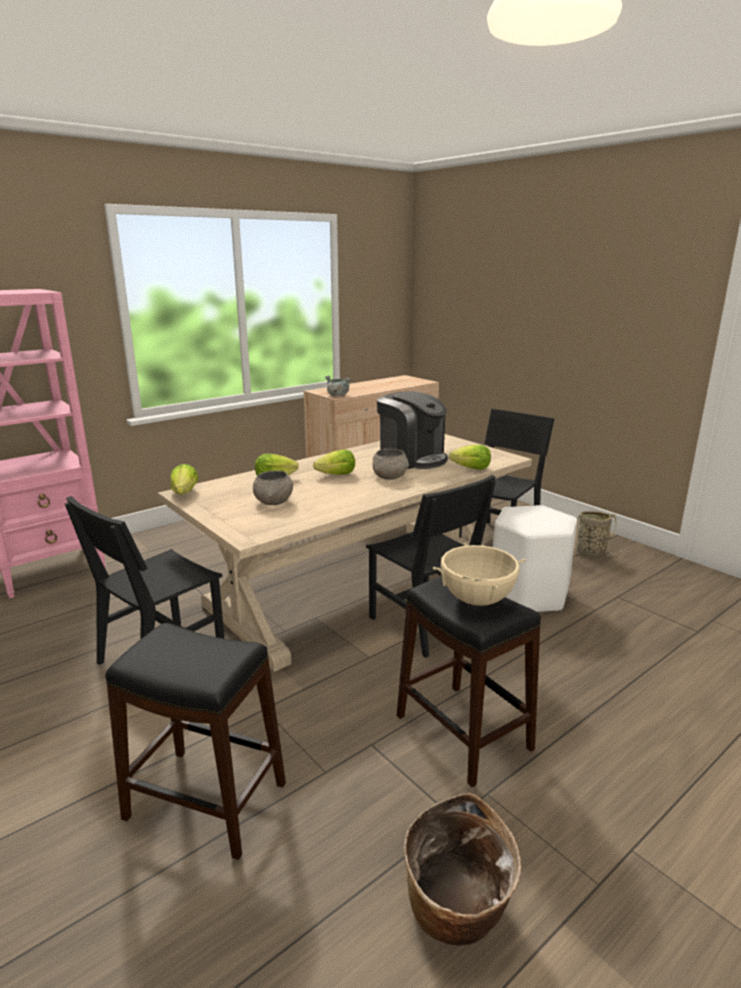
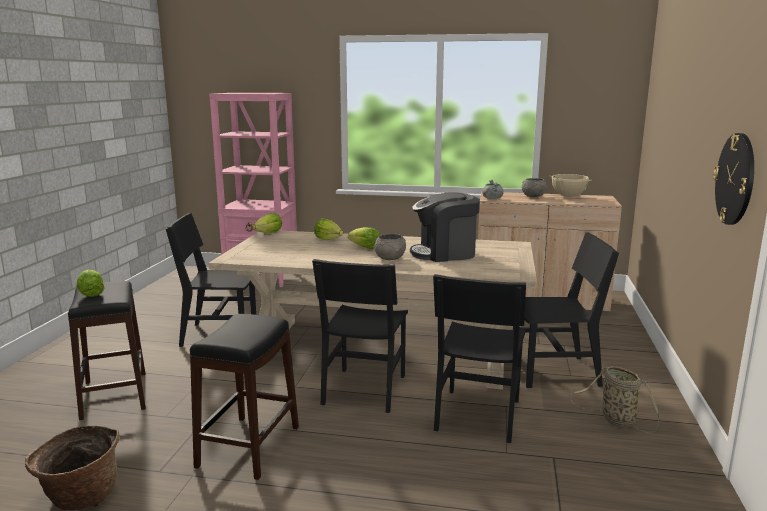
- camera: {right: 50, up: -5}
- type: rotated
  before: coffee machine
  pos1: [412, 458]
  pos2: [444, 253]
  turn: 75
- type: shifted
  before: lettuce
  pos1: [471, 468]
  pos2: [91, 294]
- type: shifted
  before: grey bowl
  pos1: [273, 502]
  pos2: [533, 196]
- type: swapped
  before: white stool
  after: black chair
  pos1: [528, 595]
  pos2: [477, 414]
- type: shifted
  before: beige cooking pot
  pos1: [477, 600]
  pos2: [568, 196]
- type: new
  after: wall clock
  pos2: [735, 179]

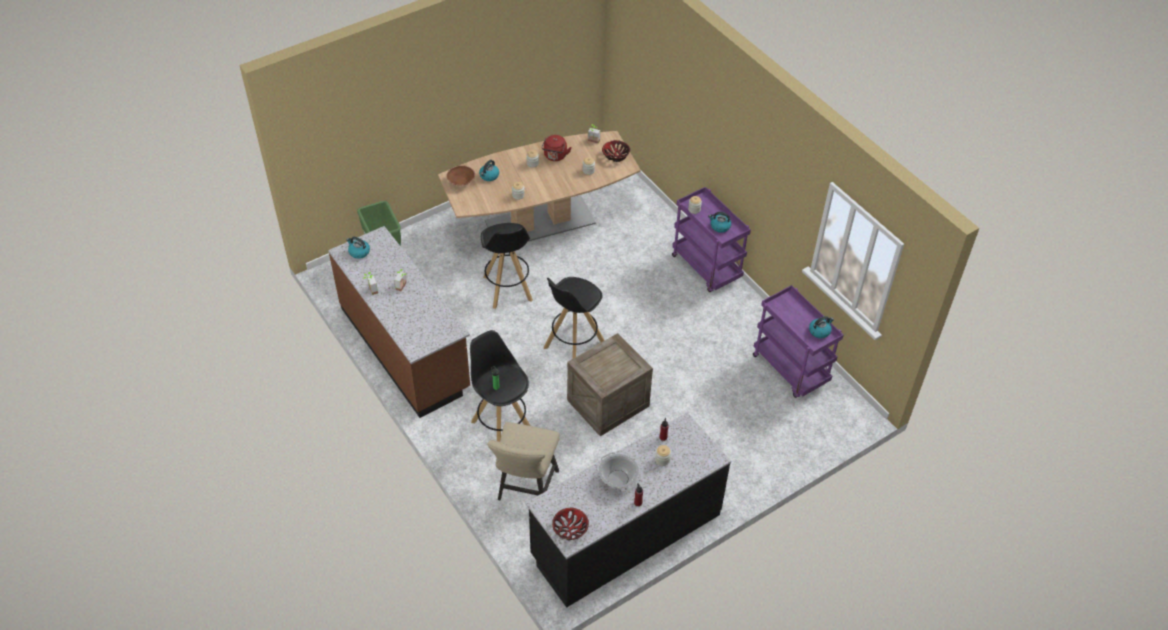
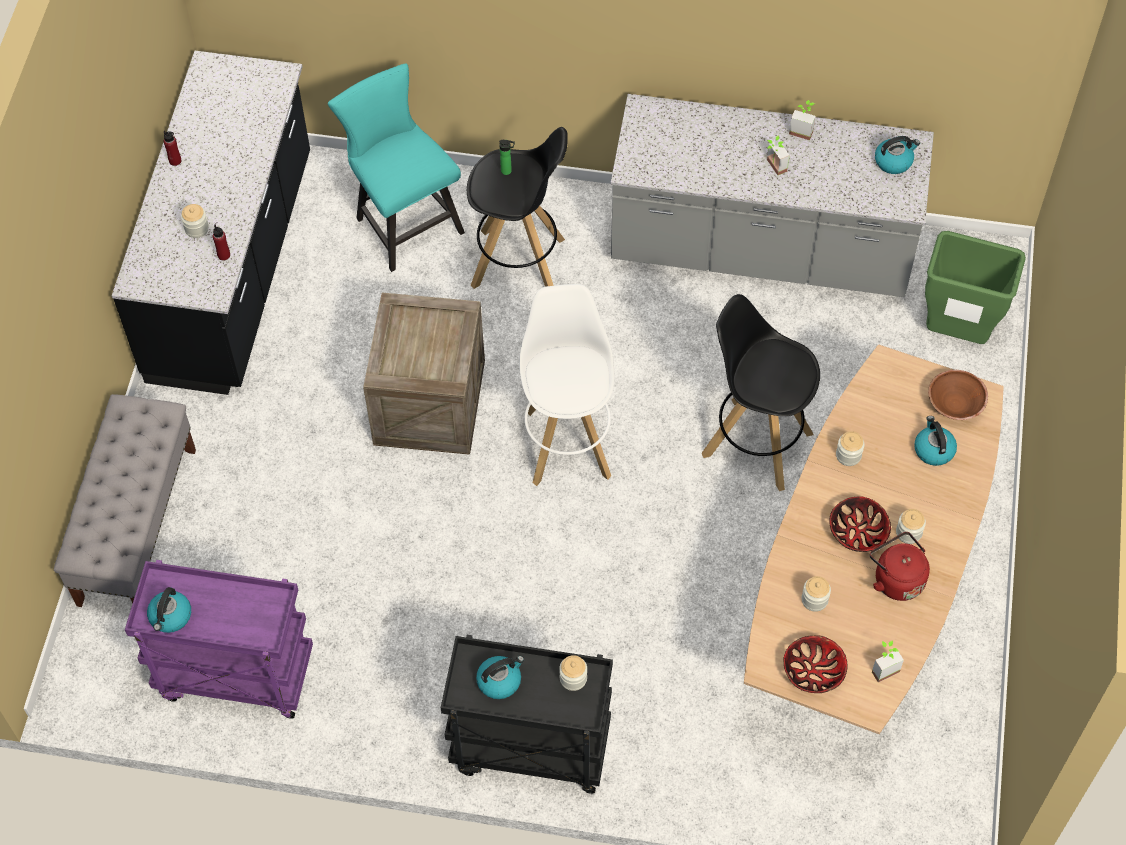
- camera: {right: 135, up: 10}
- type: repainted
  before: purple cart
  after: black cart
  pos1: [707, 268]
  pos2: [529, 749]
- type: repainted
  before: brown counter
  after: grey counter
  pos1: [405, 348]
  pos2: [761, 251]
- type: repainted
  before: black stool
  after: white stool
  pos1: [573, 345]
  pos2: [568, 442]
- type: repainted
  before: beige chair
  after: turquoise chair
  pos1: [526, 489]
  pos2: [404, 221]
- type: gone
  before: cooking pot
  pos1: [618, 479]
- type: shifted
  before: bowl
  pos1: [570, 529]
  pos2: [858, 532]
- type: new
  after: grey bench
  pos2: [137, 525]

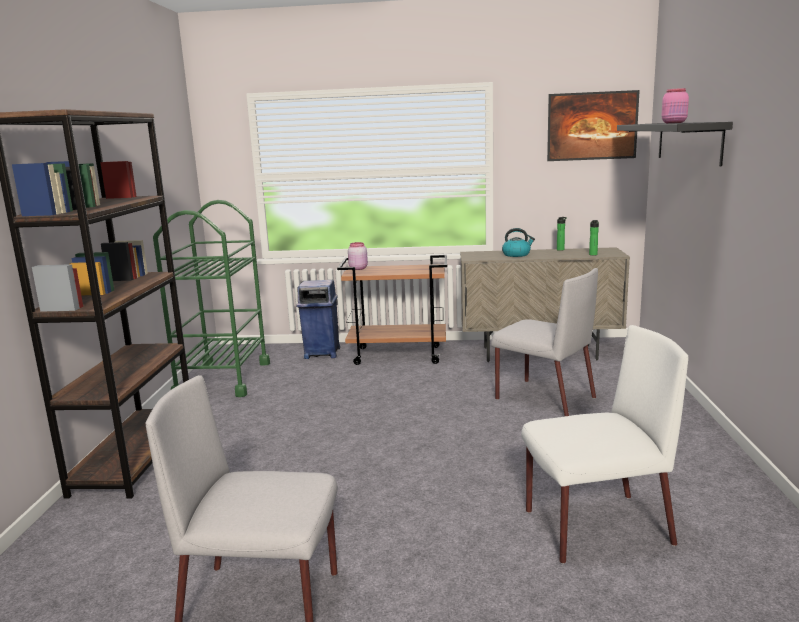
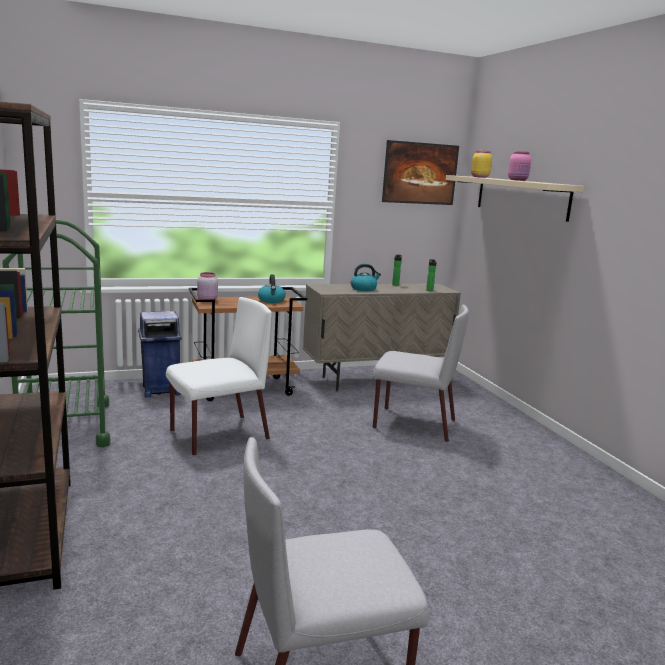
- camera: {right: -25, up: 0}
- type: repainted
  before: black shelf
  after: beige shelf
  pos1: [688, 142]
  pos2: [521, 197]
- type: shifted
  before: white chair
  pos1: [595, 528]
  pos2: [218, 435]
- type: new
  after: yellow jar
  pos2: [479, 177]
- type: new
  after: kettle
  pos2: [271, 300]

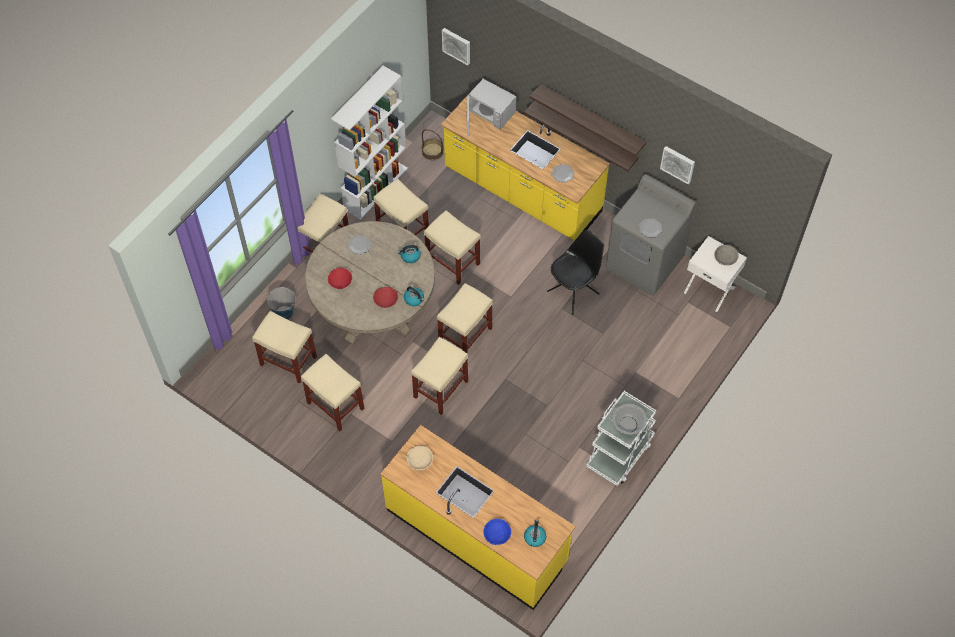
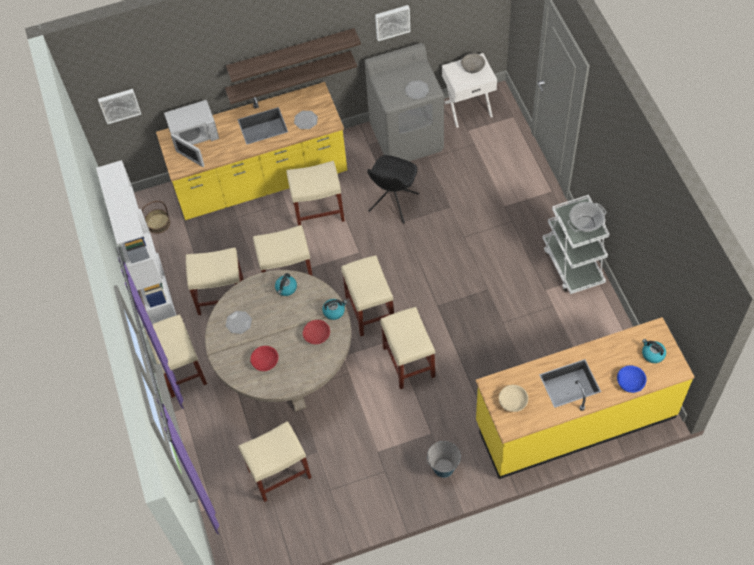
- camera: {right: -50, up: 0}
- type: rotated
  before: black chair
  pos1: [574, 292]
  pos2: [393, 203]
  turn: -150
- type: shifted
  before: bucket
  pos1: [284, 312]
  pos2: [443, 468]
- type: shifted
  before: beige stool
  pos1: [335, 405]
  pos2: [318, 212]

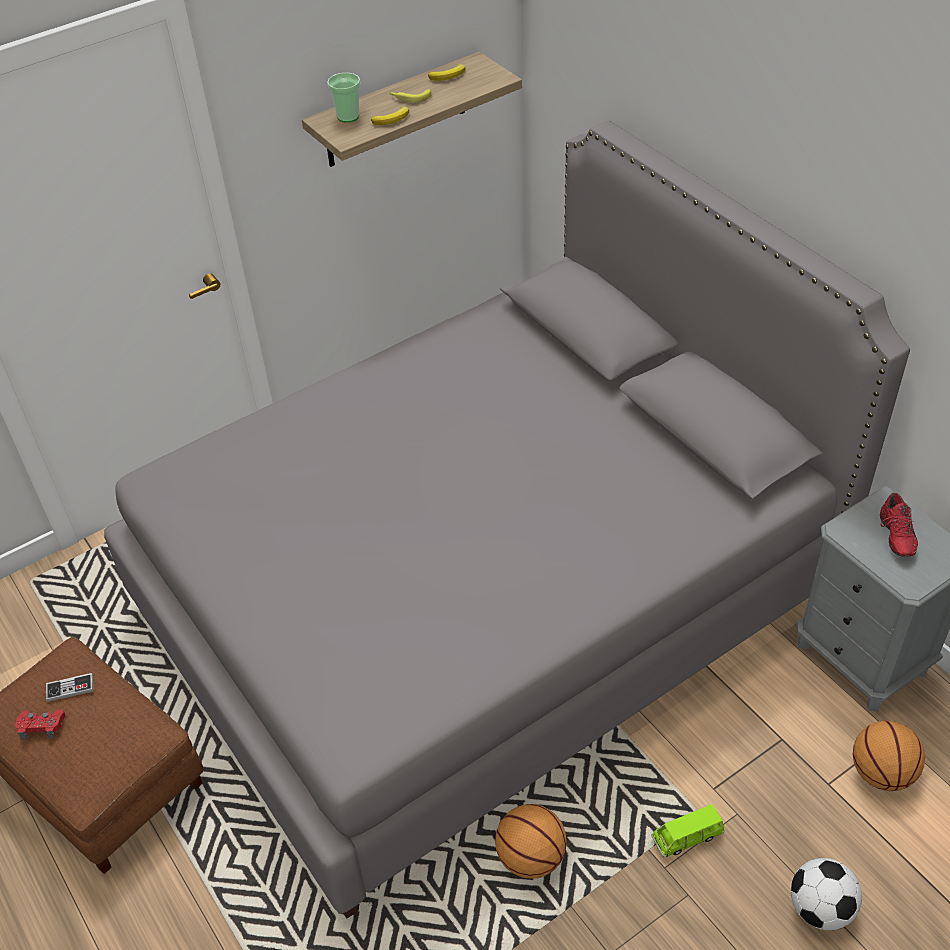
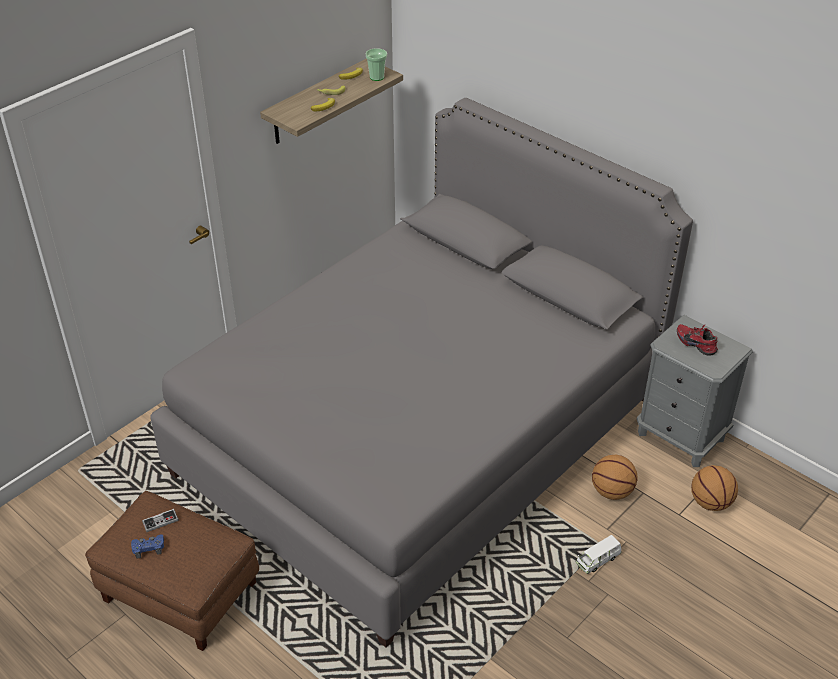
- camera: {right: -15, up: -5}
- type: shifted
  before: cup
  pos1: [348, 116]
  pos2: [377, 77]
- type: rotated
  before: red shoe
  pos1: [893, 536]
  pos2: [696, 343]
  turn: 150
- type: repainted
  before: red game controller
  after: blue game controller
  pos1: [42, 726]
  pos2: [148, 548]
- type: shifted
  before: basketball
  pos1: [530, 857]
  pos2: [611, 492]
- type: repainted
  before: green toy car
  after: white toy car
  pos1: [687, 837]
  pos2: [598, 560]
- type: gone
  before: football
  pos1: [820, 908]

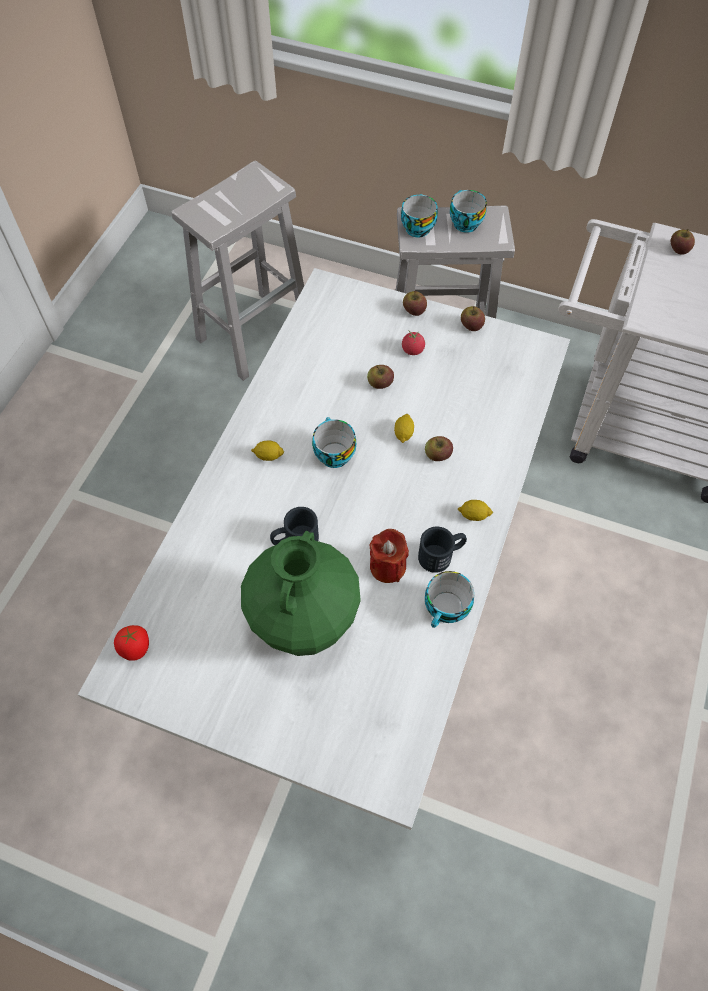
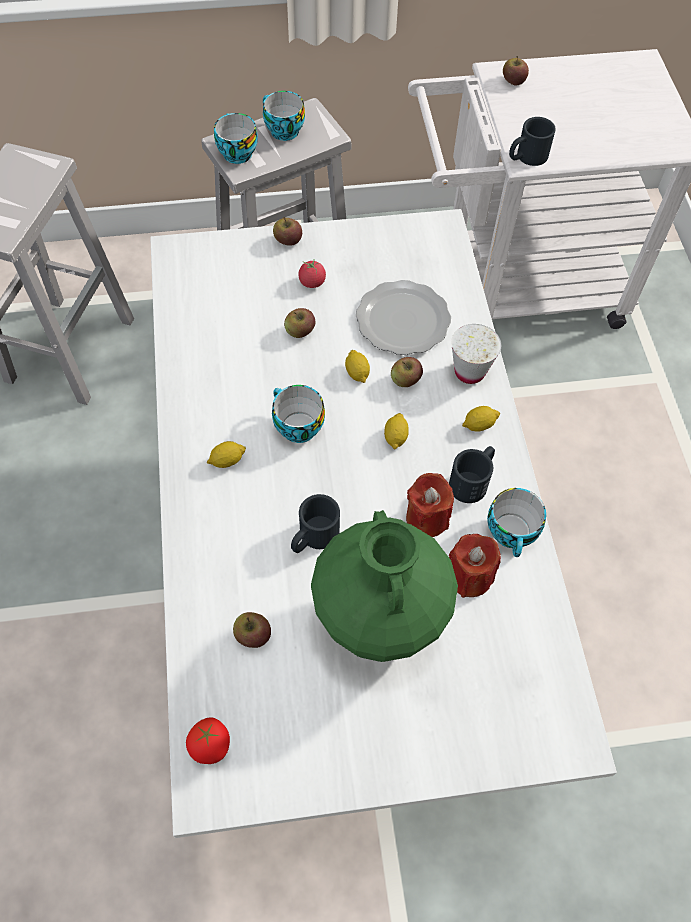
- camera: {right: -30, up: 0}
- type: shifted
  before: apple
  pos1: [471, 326]
  pos2: [253, 635]
- type: new
  after: black mug
  pos2: [526, 157]
- type: new
  after: plate
  pos2: [404, 320]
- type: new
  after: white cup
  pos2: [469, 372]
- type: new
  after: lemon
  pos2: [395, 437]
- type: new
  after: red candle
  pos2: [469, 576]

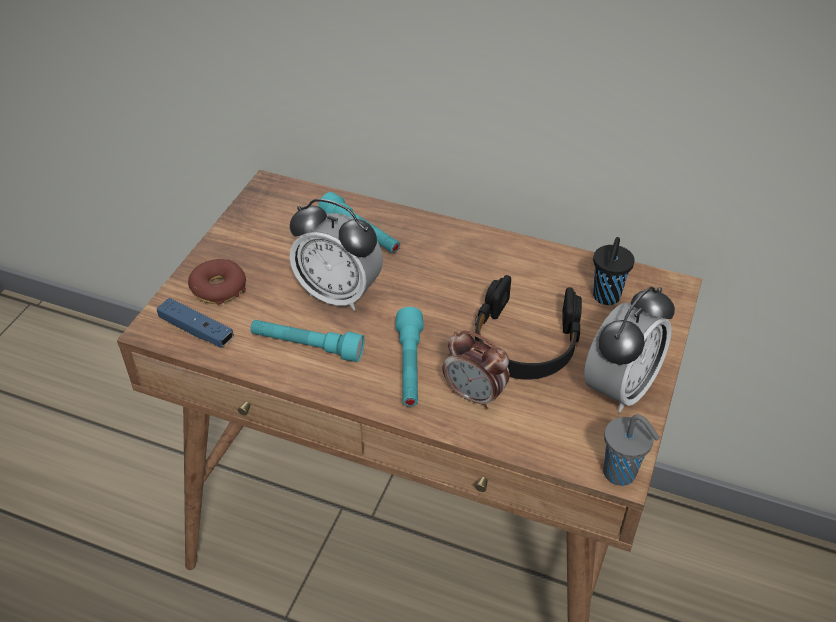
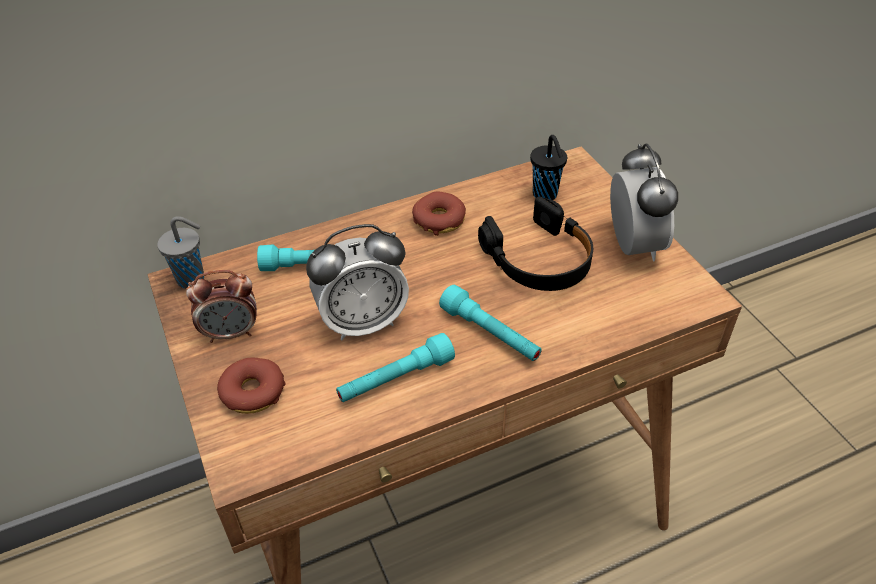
- camera: {right: -45, up: 0}
- type: gone
  before: blue game controller
  pos1: [196, 330]
- type: shifted
  before: alarm clock
  pos1: [474, 395]
  pos2: [231, 333]
- type: shifted
  before: grey cup
  pos1: [621, 474]
  pos2: [192, 279]
- type: new
  after: donut
  pos2: [439, 220]

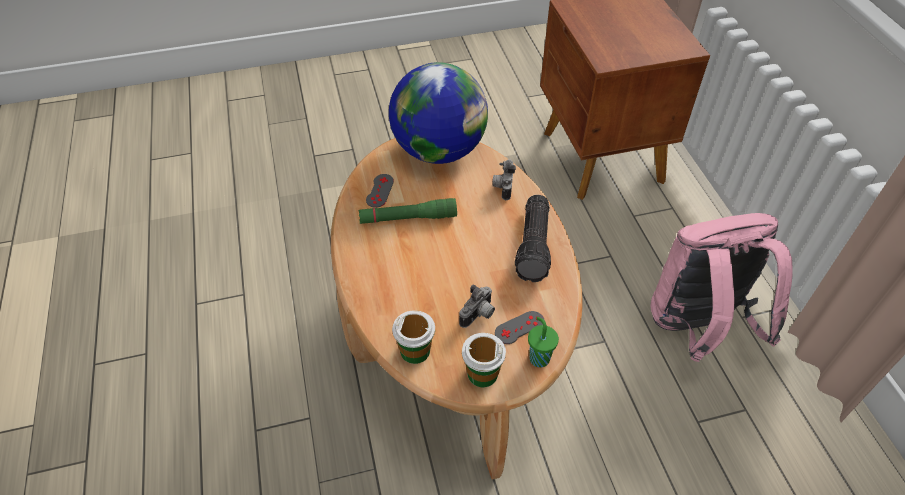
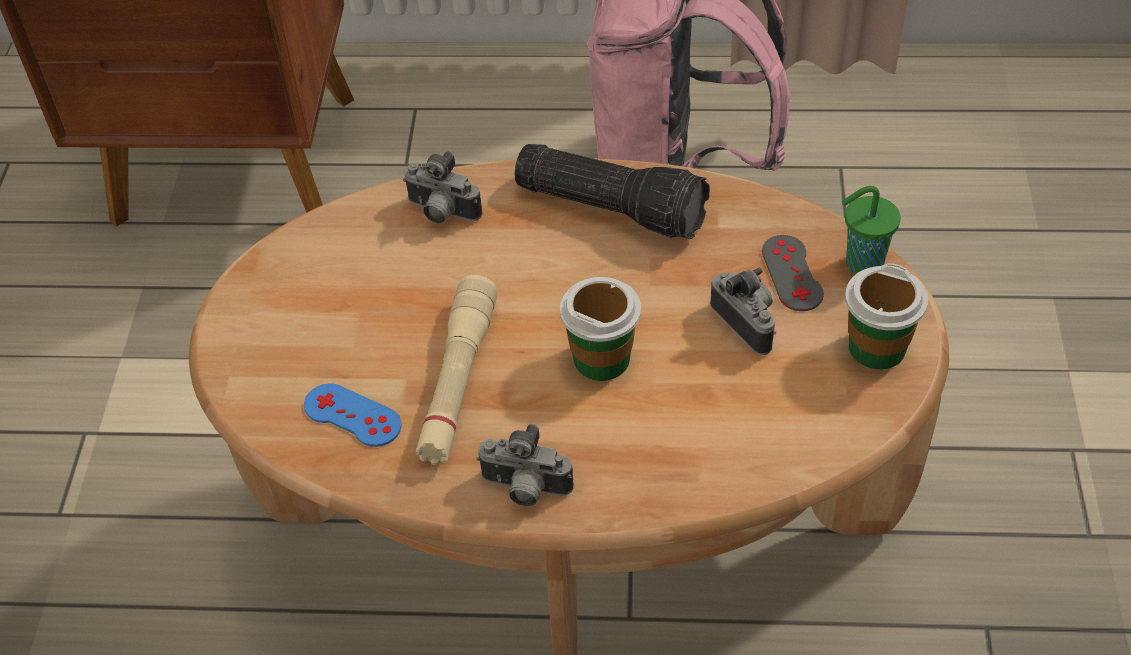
- camera: {right: -70, up: 0}
- type: gone
  before: globe
  pos1: [439, 150]
- type: repainted
  before: grey game controller
  after: blue game controller
  pos1: [380, 191]
  pos2: [352, 415]
- type: repainted
  before: green flashlight
  after: beige flashlight
  pos1: [408, 218]
  pos2: [457, 381]
- type: shifted
  before: cup
  pos1: [415, 351]
  pos2: [602, 358]
- type: new
  after: photo camera
  pos2: [524, 490]

